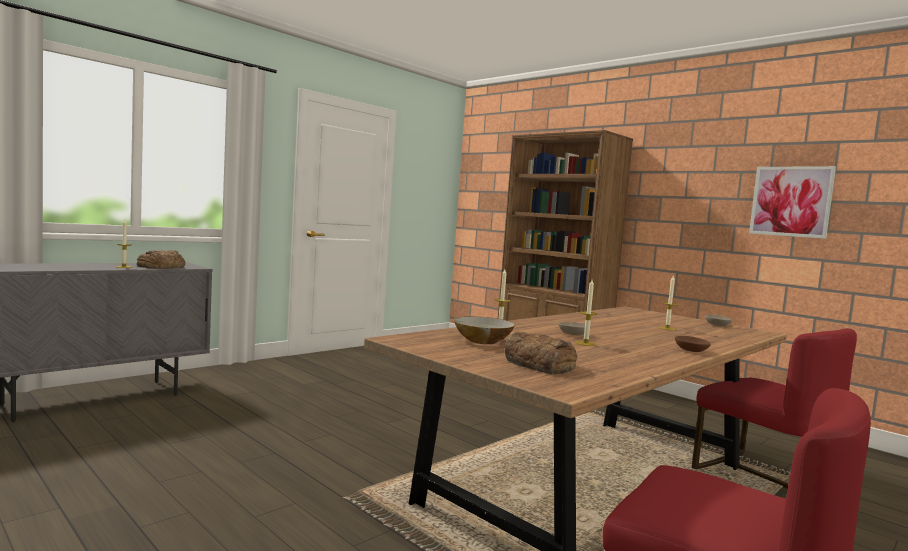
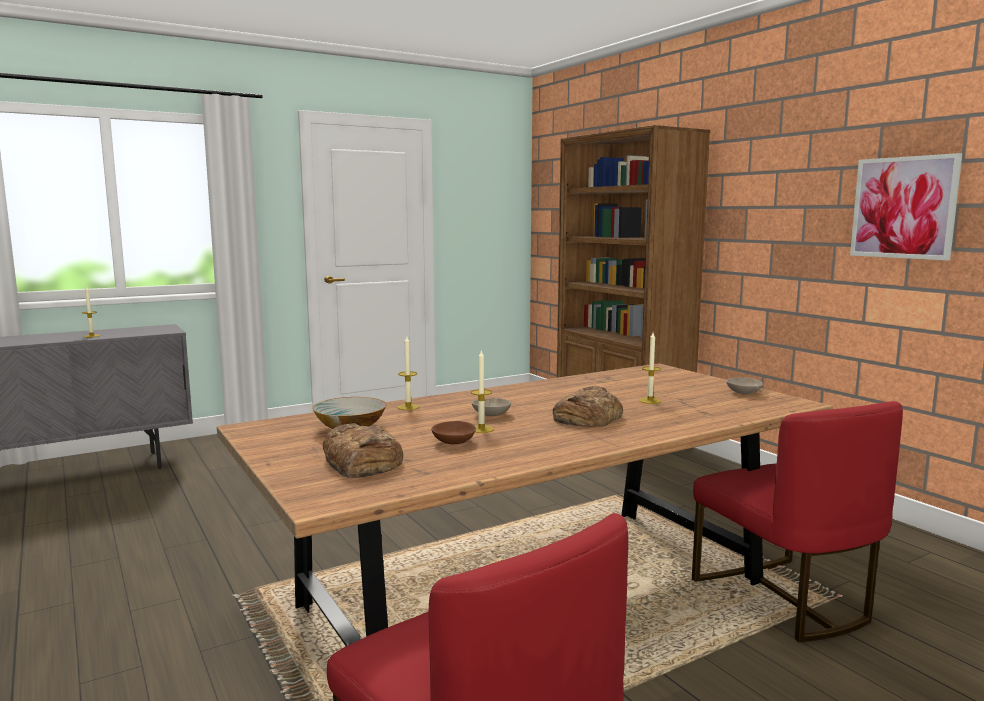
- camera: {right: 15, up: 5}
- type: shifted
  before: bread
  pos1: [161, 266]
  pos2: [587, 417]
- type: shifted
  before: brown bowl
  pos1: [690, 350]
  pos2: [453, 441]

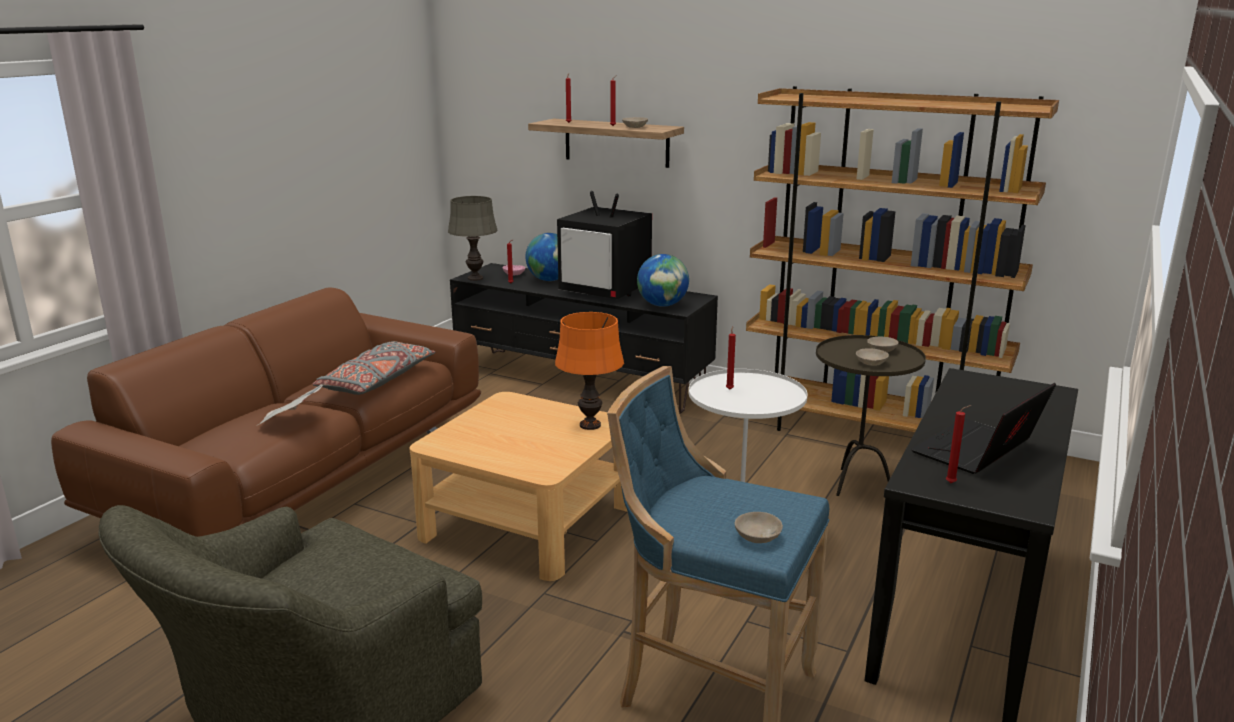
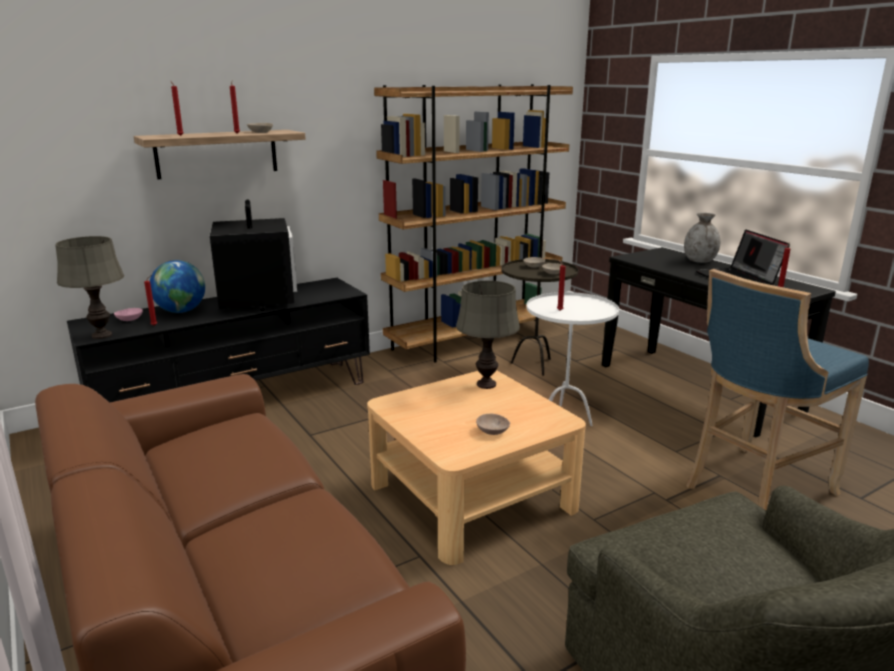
- camera: {right: -60, up: 0}
- type: rotated
  before: television
  pos1: [606, 291]
  pos2: [257, 301]
  turn: -75
- type: gone
  before: globe
  pos1: [662, 305]
- type: repainted
  before: orange table lamp
  after: grey table lamp
  pos1: [590, 425]
  pos2: [486, 384]
- type: gone
  before: grey pillow
  pos1: [377, 381]
- type: gone
  before: newspaper
  pos1: [292, 421]
- type: shifted
  before: beige bowl
  pos1: [756, 536]
  pos2: [491, 431]
- type: new
  after: grey vase
  pos2: [700, 261]

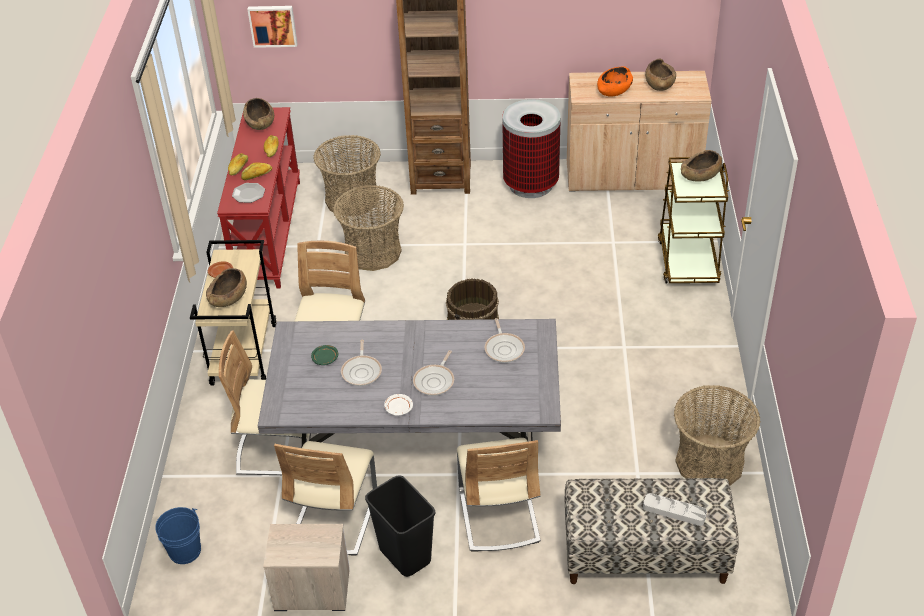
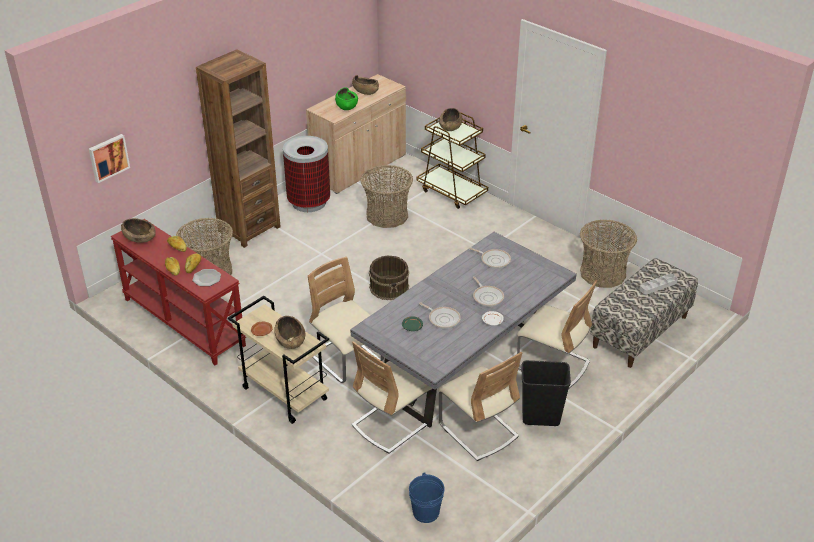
- camera: {right: -50, up: -5}
- type: repainted
  before: orange bowl
  after: green bowl
  pos1: [614, 90]
  pos2: [346, 105]
- type: shifted
  before: basket
  pos1: [373, 252]
  pos2: [387, 215]
- type: gone
  before: nightstand
  pos1: [311, 589]

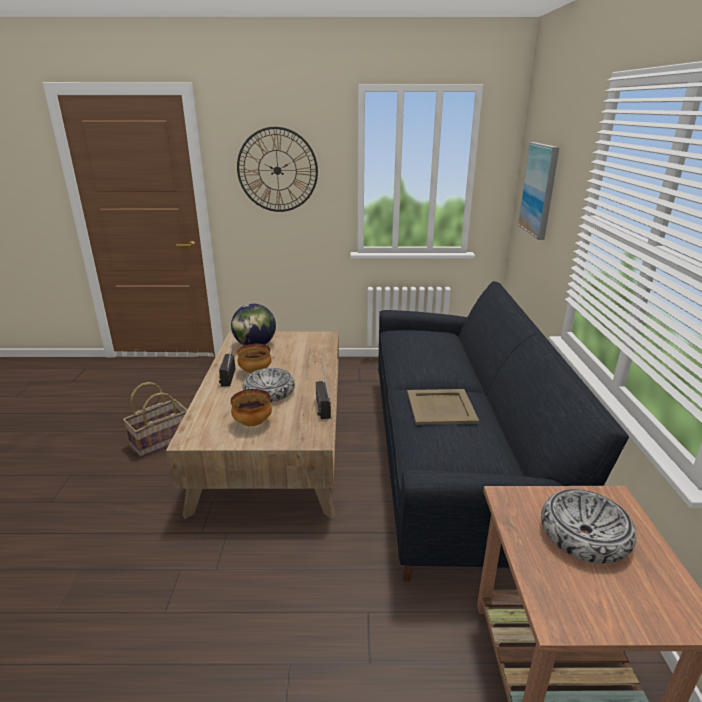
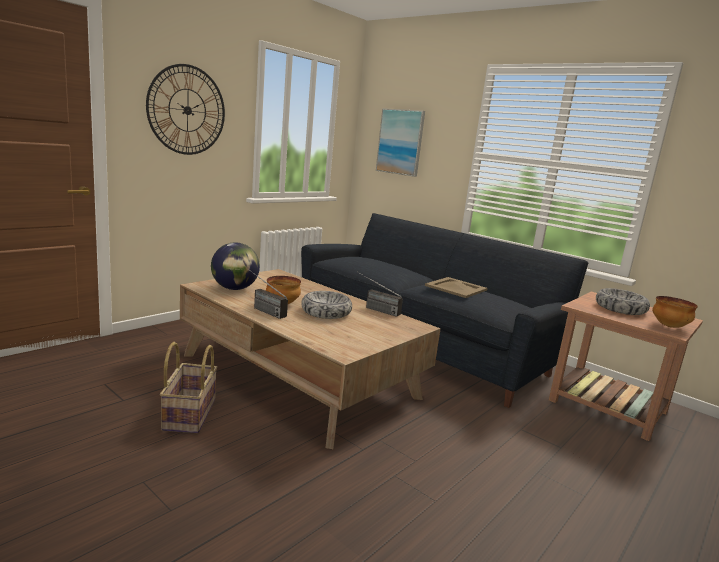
- camera: {right: -50, up: -10}
- type: shifted
  before: bowl
  pos1: [253, 423]
  pos2: [669, 326]

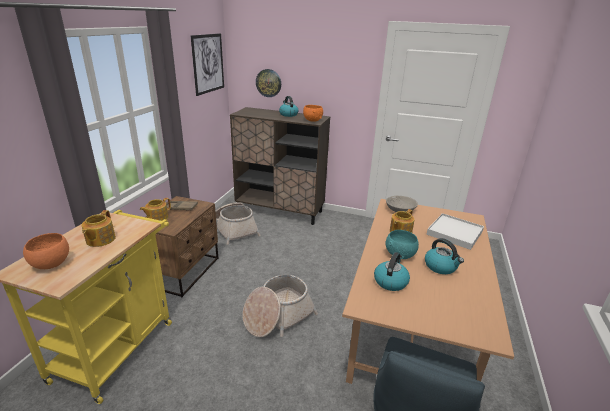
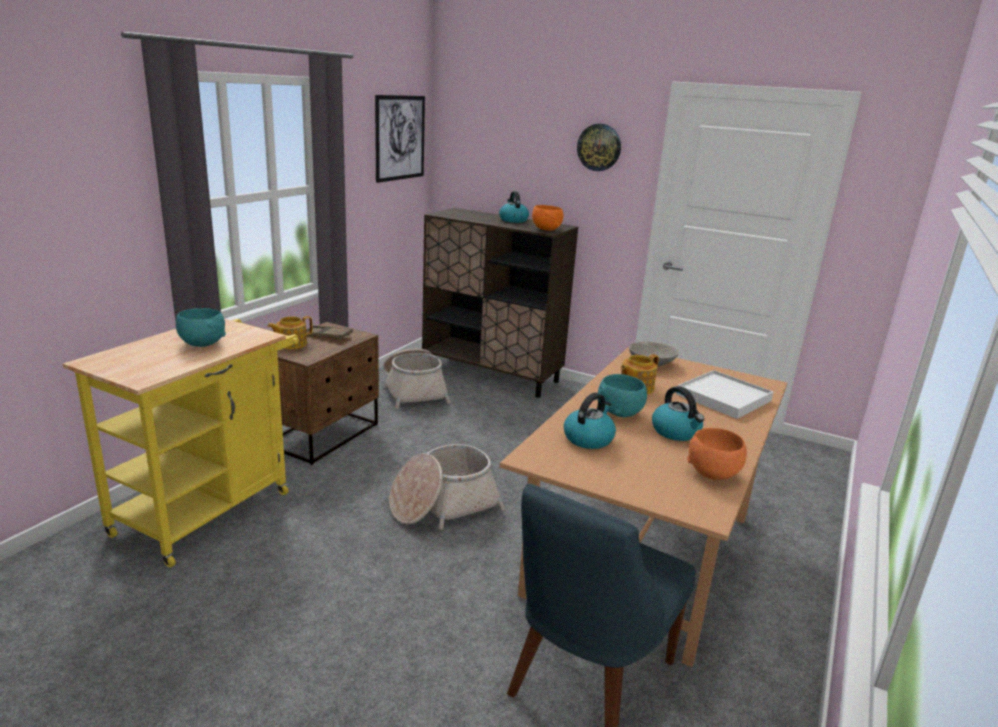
- camera: {right: 10, up: -5}
- type: shifted
  before: wall clock
  pos1: [268, 83]
  pos2: [599, 147]
- type: swapped
  before: teapot
  after: turquoise bowl
  pos1: [100, 240]
  pos2: [202, 343]
- type: shifted
  before: orange bowl
  pos1: [51, 264]
  pos2: [713, 473]

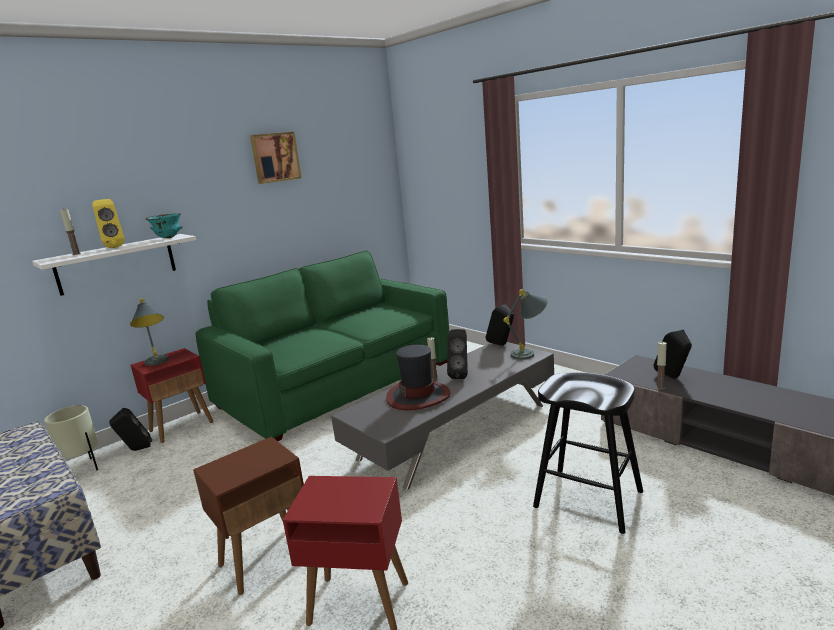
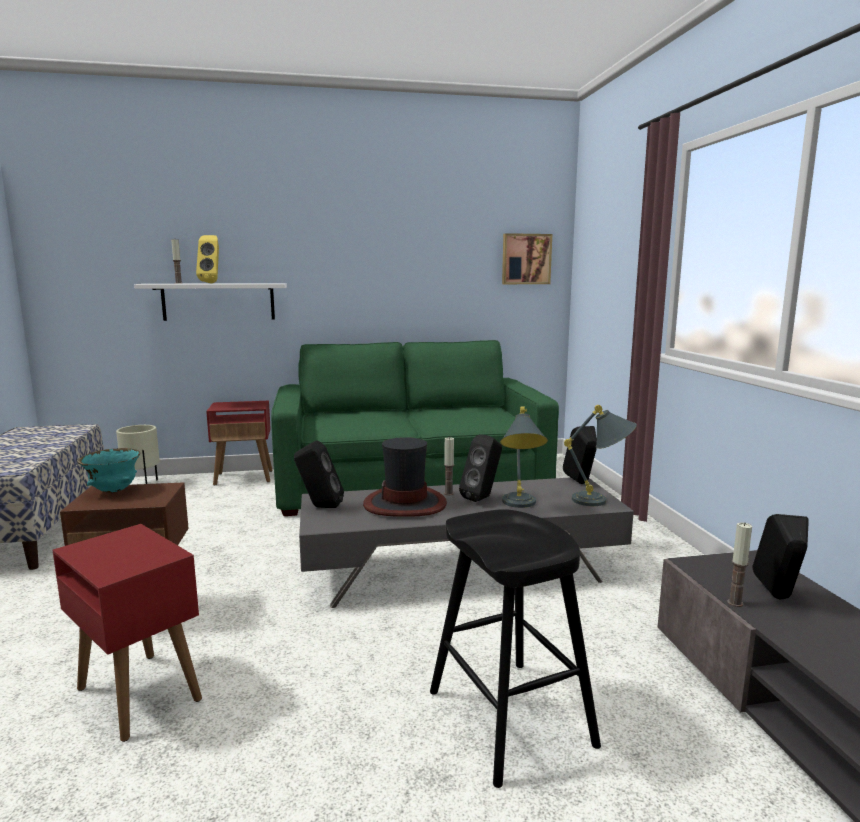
- camera: {right: 30, up: -5}
- type: shifted
  before: picture
  pos1: [275, 157]
  pos2: [526, 259]
- type: shifted
  before: turquoise bowl
  pos1: [168, 238]
  pos2: [113, 491]
- type: shifted
  before: grey table lamp
  pos1: [157, 363]
  pos2: [519, 506]
- type: shifted
  before: black speaker
  pos1: [136, 450]
  pos2: [319, 507]

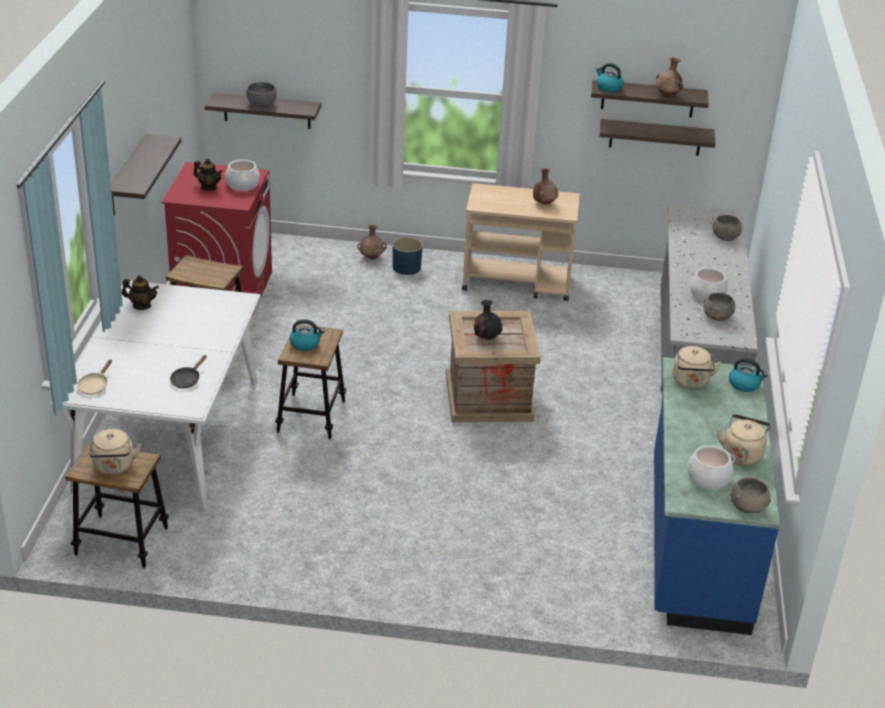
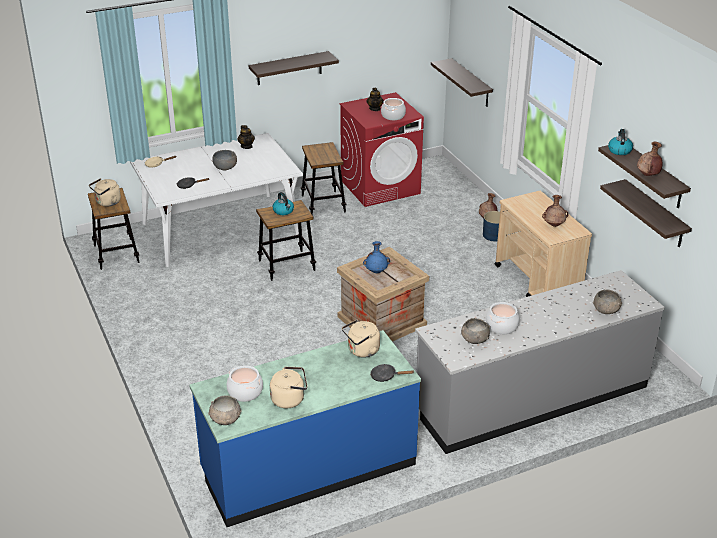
- camera: {right: 60, up: 0}
- type: shifted
  before: grey bowl
  pos1: [262, 104]
  pos2: [225, 167]
- type: repainted
  before: black vase
  after: blue vase
  pos1: [487, 338]
  pos2: [376, 271]
- type: swapped
  before: kettle
  after: black frying pan
  pos1: [744, 384]
  pos2: [386, 376]

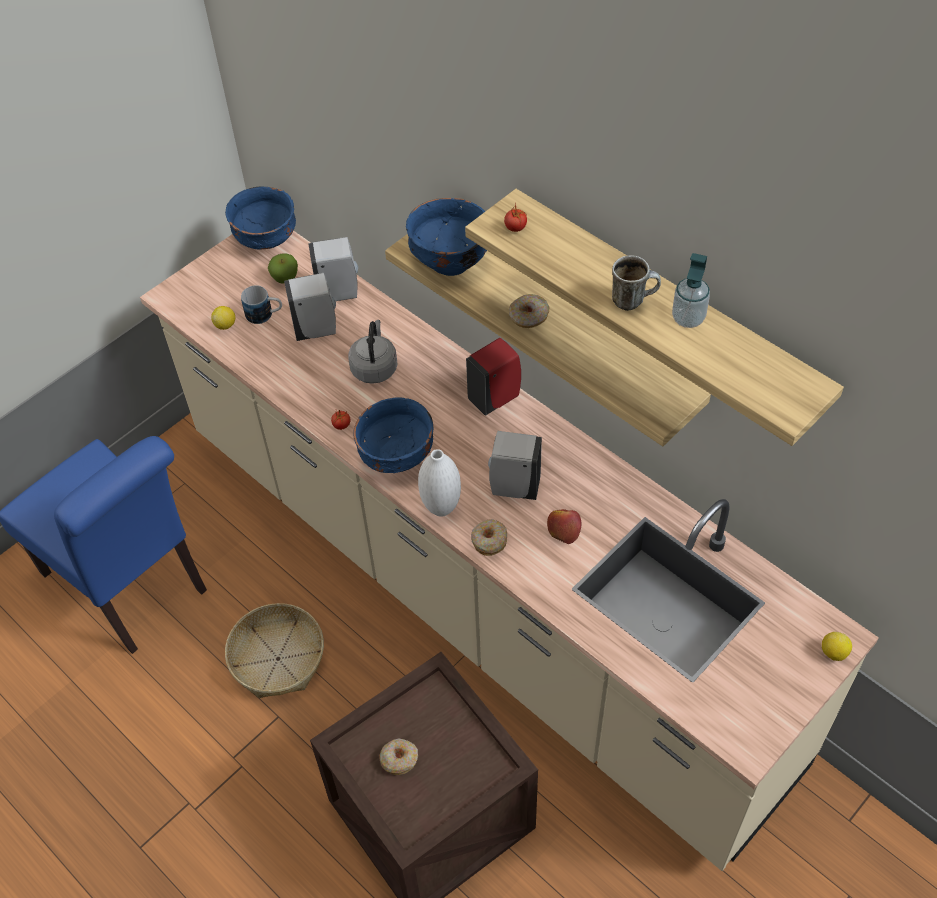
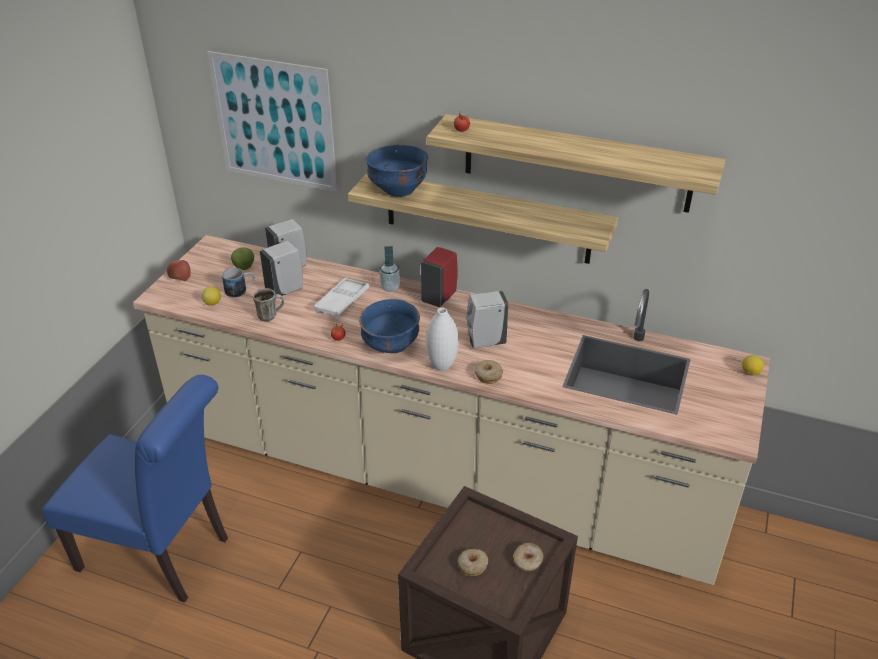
- camera: {right: -25, up: -15}
- type: gone
  before: blue bowl
  pos1: [267, 239]
- type: shifted
  before: soap dispenser
  pos1: [688, 318]
  pos2: [390, 288]
- type: shifted
  before: mug
  pos1: [633, 300]
  pos2: [270, 315]
- type: shifted
  before: donut
  pos1: [529, 317]
  pos2: [528, 561]
- type: swapped
  before: grey kettle
  after: white tray
  pos1: [374, 367]
  pos2: [342, 301]
- type: shifted
  before: apple
  pos1: [563, 529]
  pos2: [179, 275]
- type: gone
  before: basket
  pos1: [278, 658]
- type: new
  after: picture
  pos2: [274, 122]

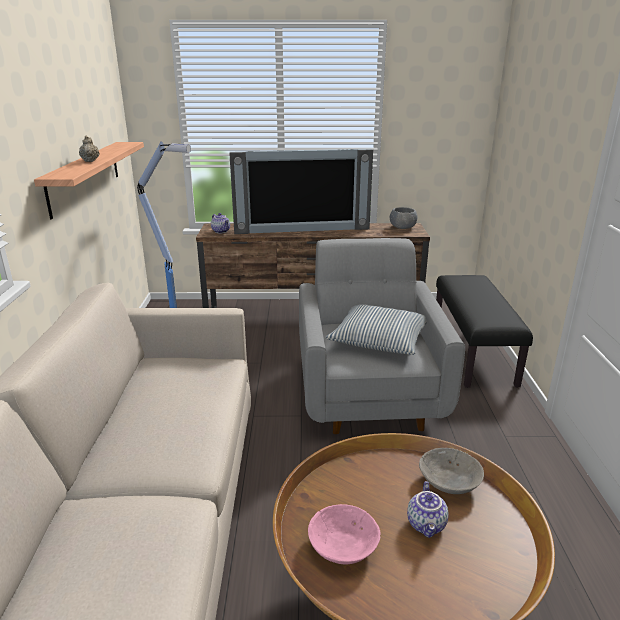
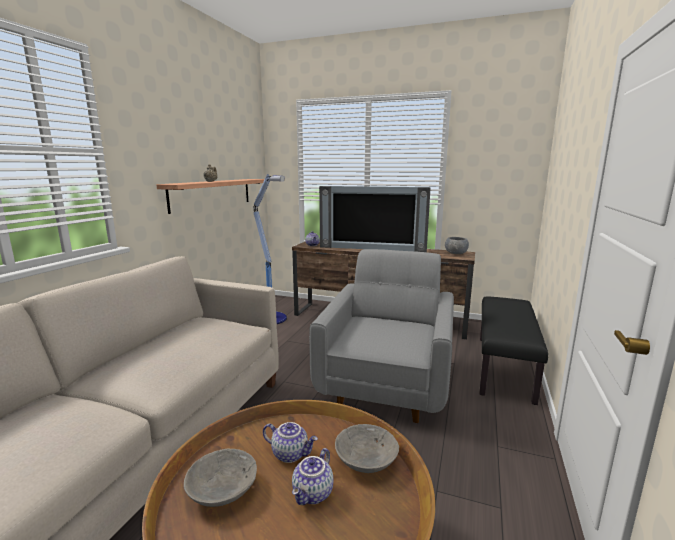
- camera: {right: 20, up: -10}
- type: gone
  before: pillow
  pos1: [379, 339]
- type: repainted
  before: pink bowl
  after: grey bowl
  pos1: [343, 547]
  pos2: [222, 491]
- type: new
  after: teapot
  pos2: [291, 453]

